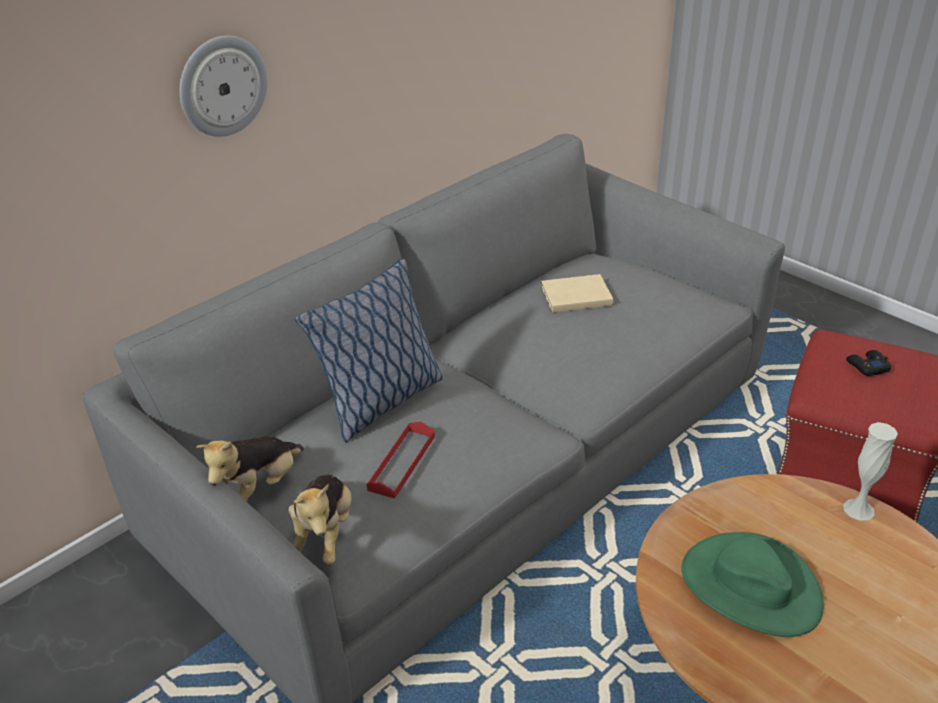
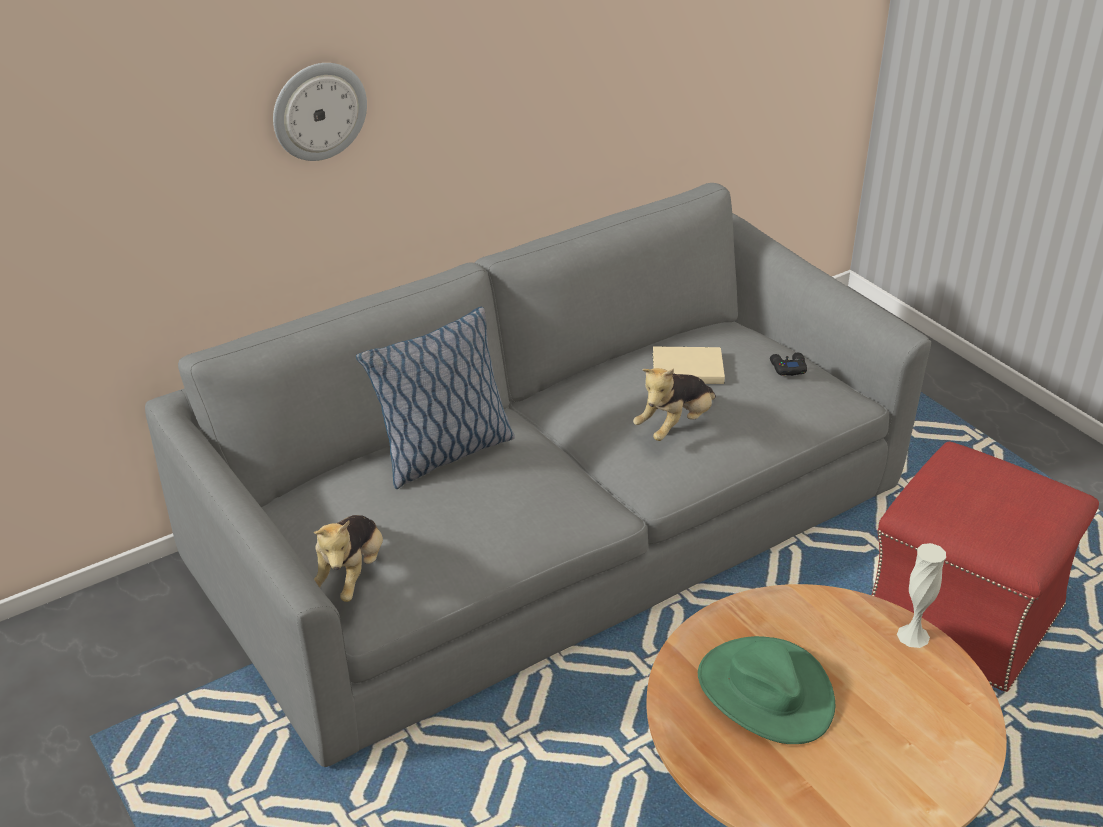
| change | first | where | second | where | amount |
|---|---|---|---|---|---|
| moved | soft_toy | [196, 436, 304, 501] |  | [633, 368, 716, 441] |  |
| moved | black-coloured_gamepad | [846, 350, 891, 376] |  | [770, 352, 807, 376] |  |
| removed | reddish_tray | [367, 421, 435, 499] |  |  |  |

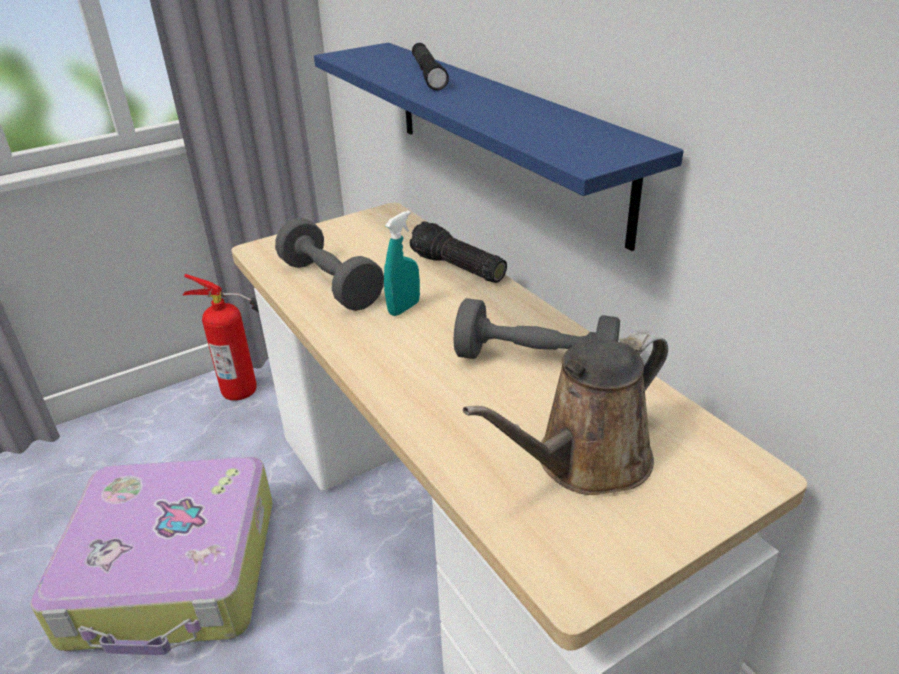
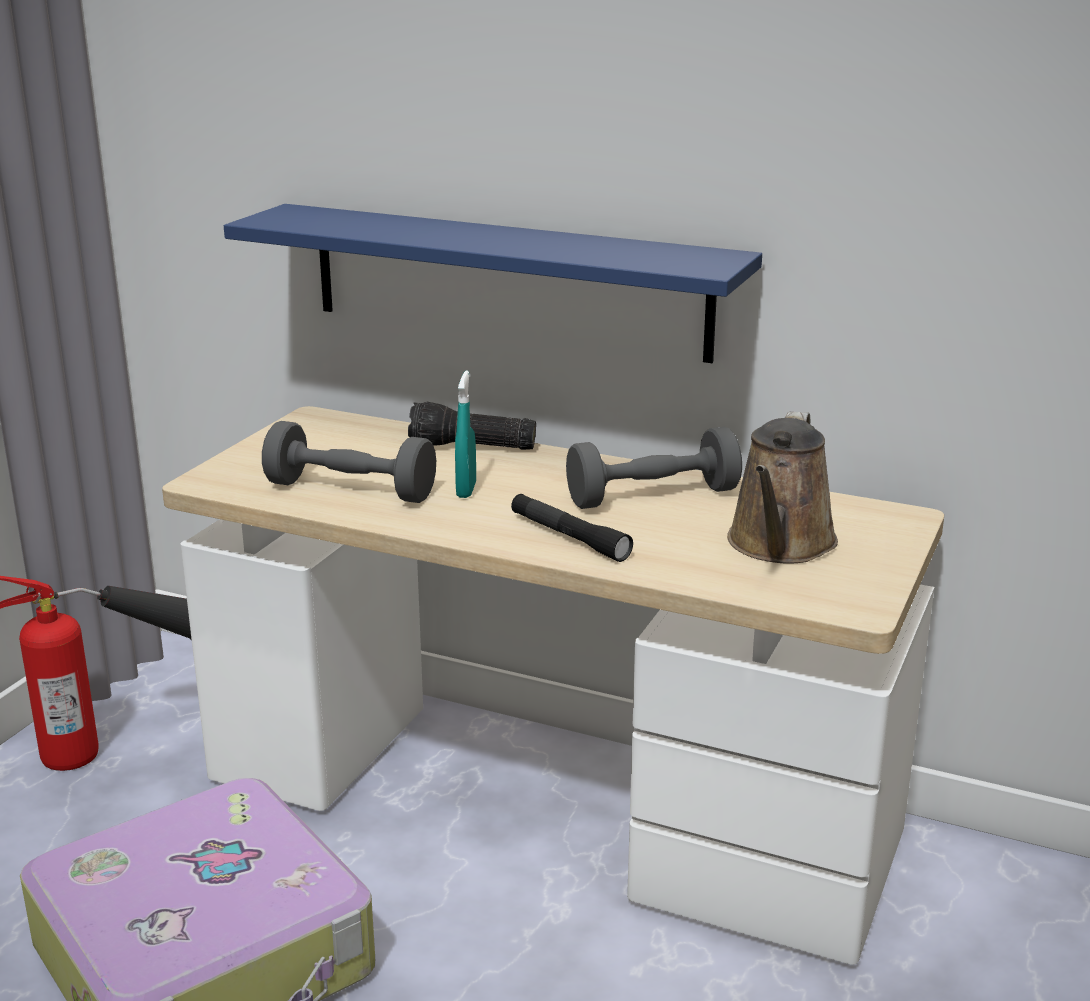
| change | first | where | second | where | amount |
|---|---|---|---|---|---|
| moved | black-coloured_flashlight | [412, 43, 449, 90] |  | [511, 494, 633, 562] |  |

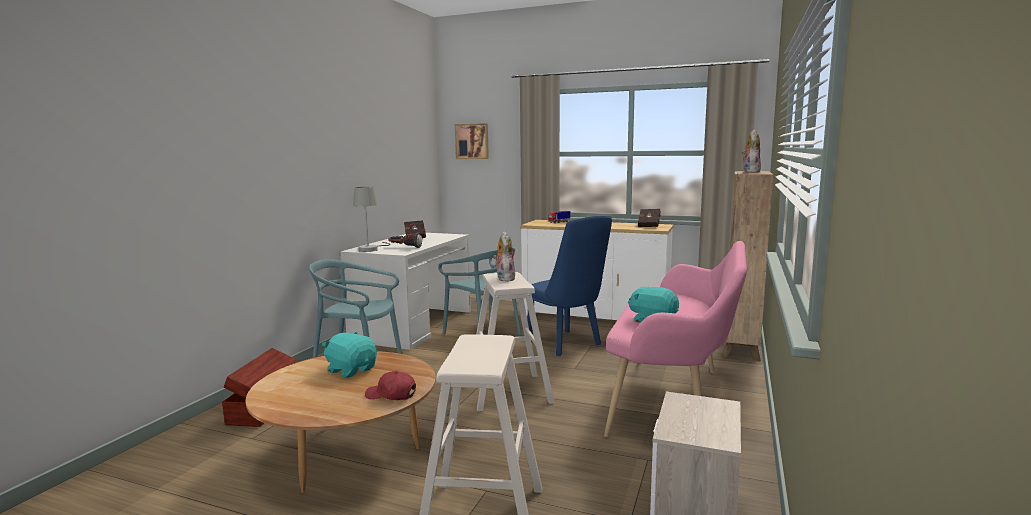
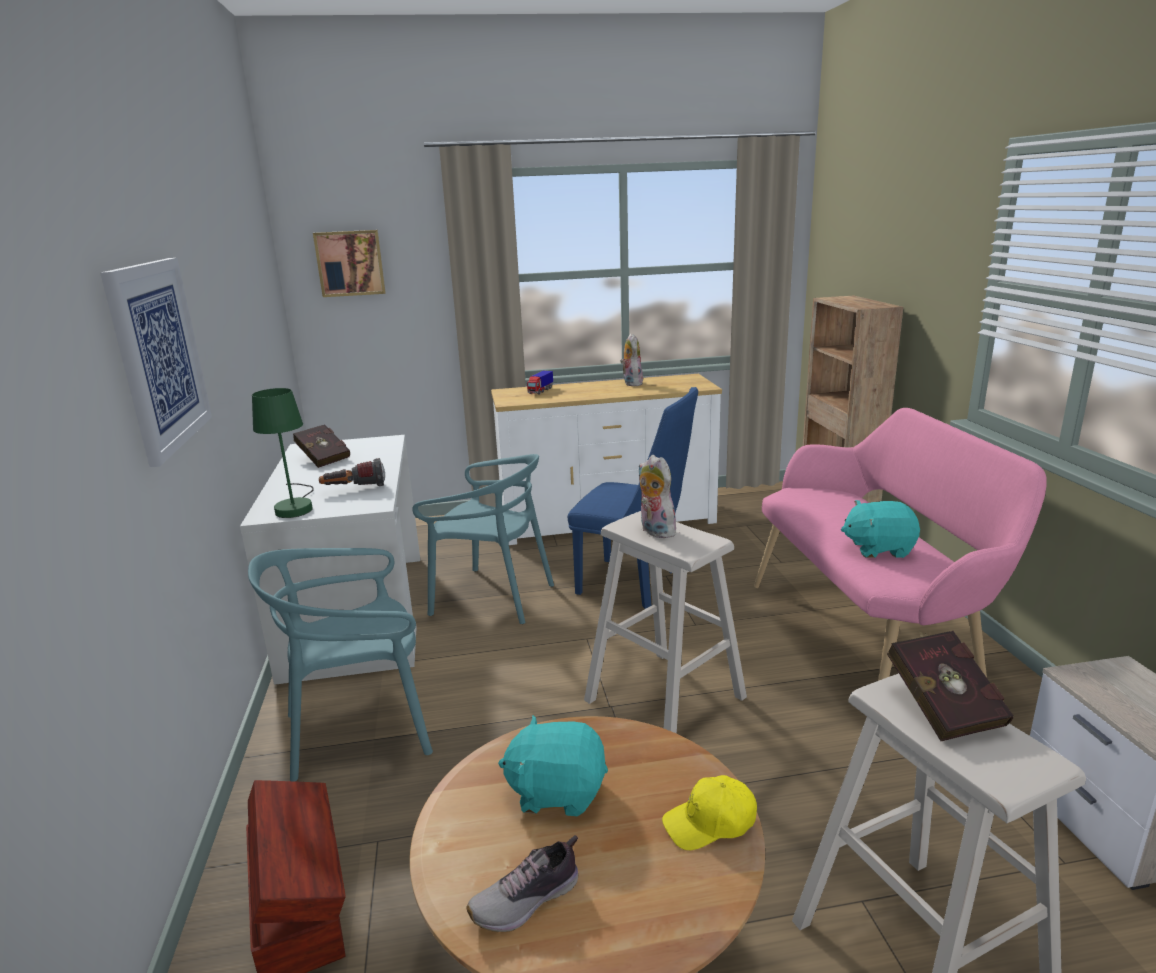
| change | first | where | second | where | amount |
|---|---|---|---|---|---|
| added |  |  | wall_picture | [100, 258, 212, 467] |  |
| recoloured | gray_table_lamp | [353, 187, 391, 252] | green_table_lamp | [252, 388, 314, 518] |  |
| added |  |  | shoe | [466, 835, 578, 932] |  |
| moved | soft_toy | [742, 130, 761, 172] |  | [620, 333, 643, 386] |  |
| recoloured | reddish_baseball_cap | [365, 371, 416, 400] | yellowish_baseball_cap | [662, 775, 757, 850] |  |
| moved | reddish_book | [638, 209, 660, 227] |  | [887, 630, 1014, 741] |  |

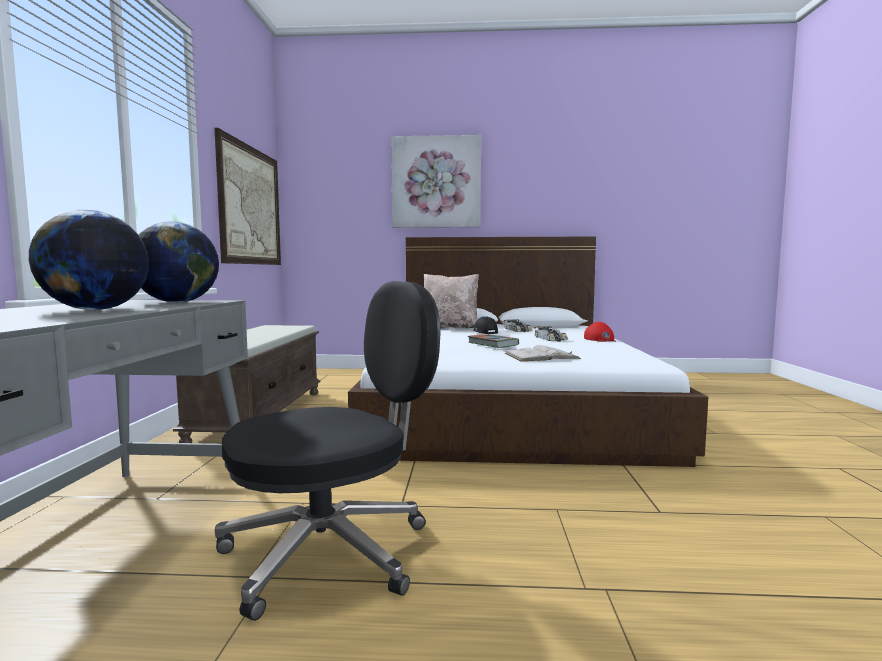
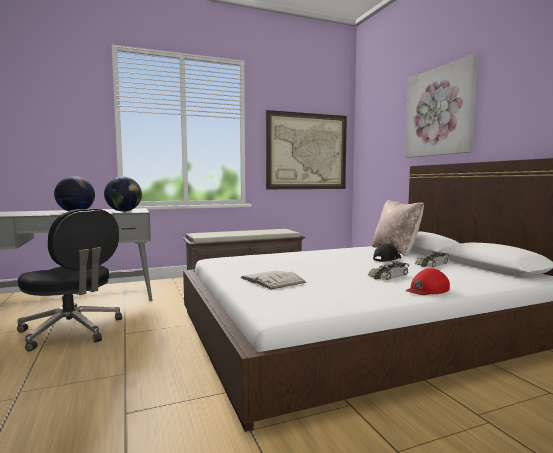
| change | first | where | second | where | amount |
|---|---|---|---|---|---|
| removed | book | [468, 334, 519, 348] |  |  |  |

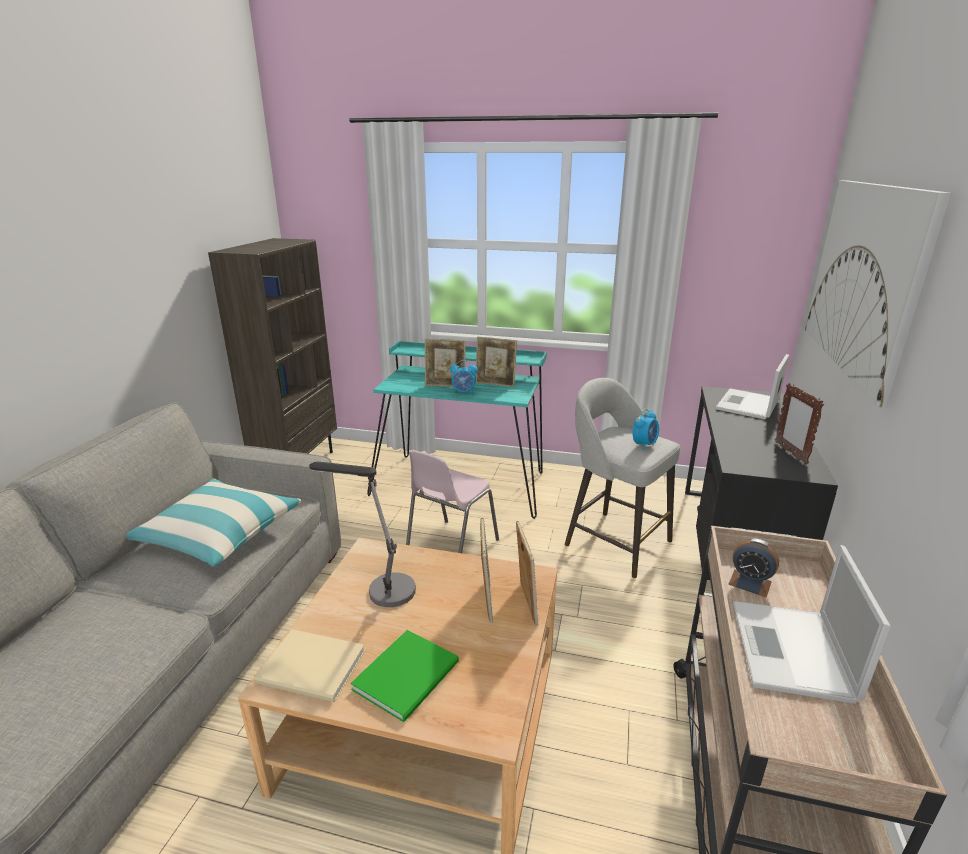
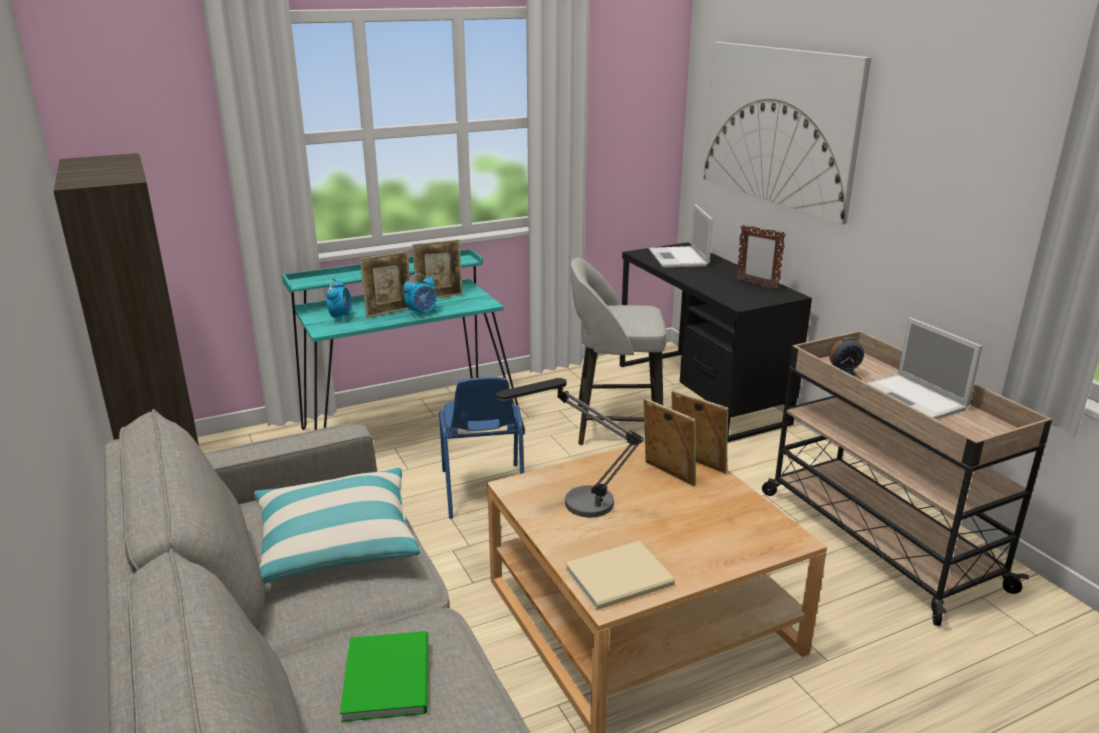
| change | first | where | second | where | amount |
|---|---|---|---|---|---|
| moved | alarm_clock | [633, 409, 659, 450] |  | [326, 278, 352, 322] |  |
| moved | green_book | [351, 630, 459, 722] |  | [340, 631, 428, 722] |  |
| recoloured | pink_chair | [406, 450, 499, 553] | blue_chair | [439, 377, 524, 519] |  |

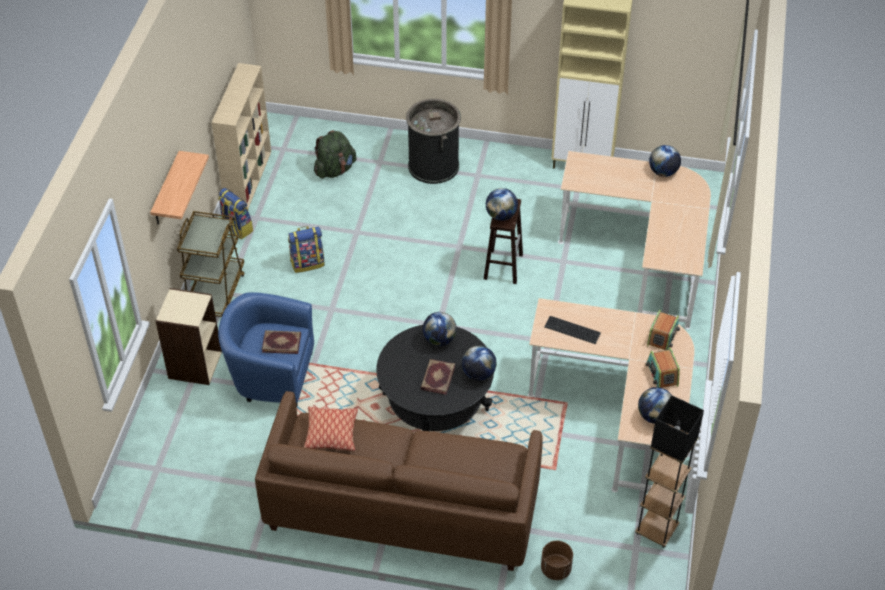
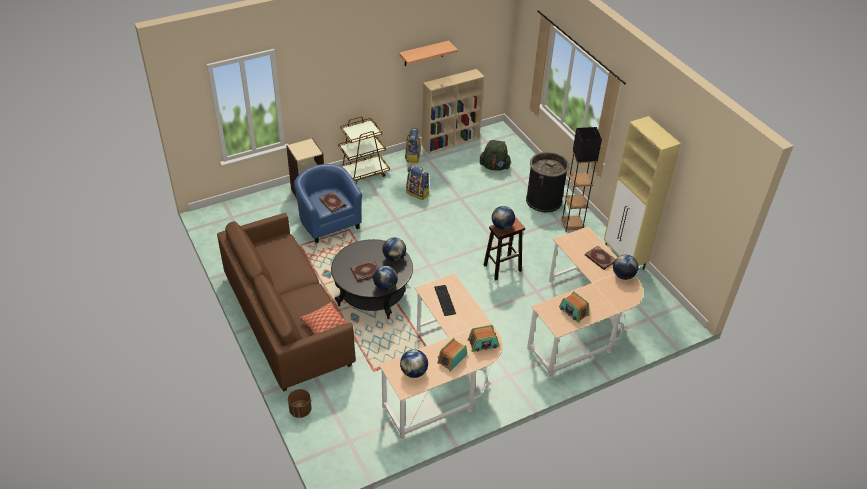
| change | first | where | second | where | amount |
|---|---|---|---|---|---|
| moved | pillow | [304, 407, 358, 451] |  | [300, 302, 349, 335] |  |
| moved | shelf | [150, 151, 209, 224] |  | [399, 40, 458, 66] |  |
| added |  |  | radio_receiver | [559, 291, 589, 323] |  |
| moved | black-coloured_standard_lamp | [635, 395, 704, 548] |  | [561, 127, 602, 232] |  |
| added |  |  | book | [585, 246, 616, 270] |  |

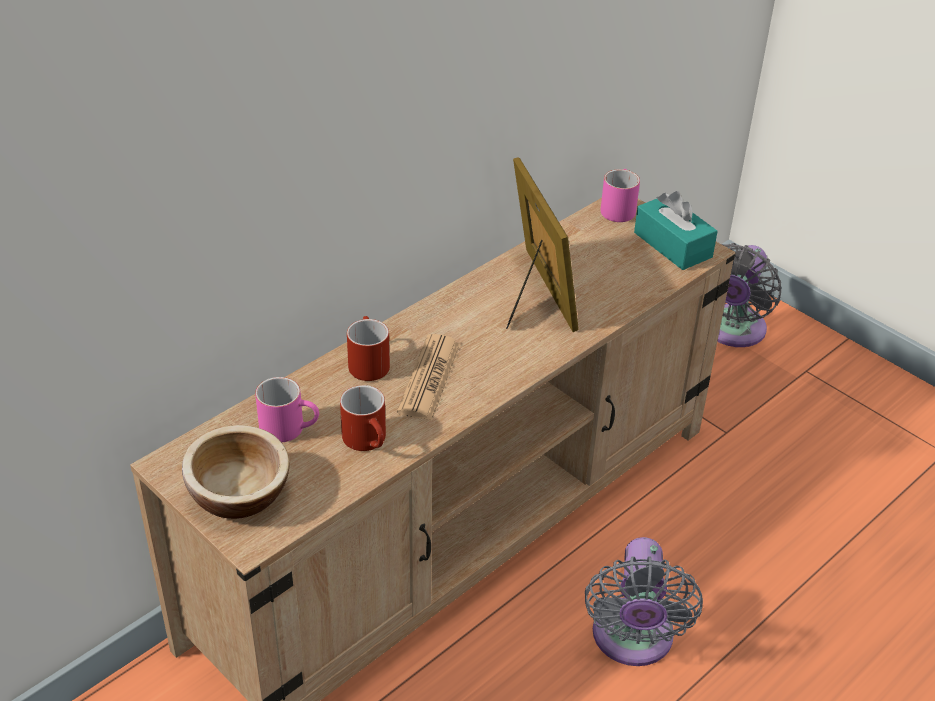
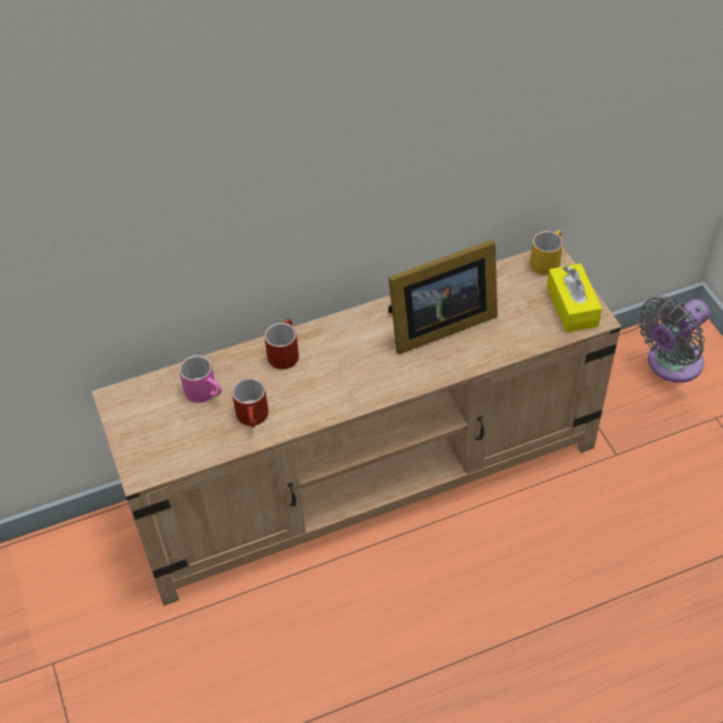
| change | first | where | second | where | amount |
|---|---|---|---|---|---|
| turned | standing_frame | [506, 157, 579, 332] |  | [388, 239, 498, 355] | 60 degrees clockwise |
| recoloured | pink_mug | [601, 169, 640, 222] | yellowish_mug | [530, 230, 563, 275] |  |
| recoloured | turquoise_tissue_box | [634, 191, 718, 270] | yellowish_tissue_box | [547, 263, 602, 333] |  |
| removed | serving_bowl | [182, 425, 289, 519] |  |  |  |
| removed | newspaper | [397, 334, 460, 420] |  |  |  |
| removed | gray_fan | [585, 537, 703, 666] |  |  |  |

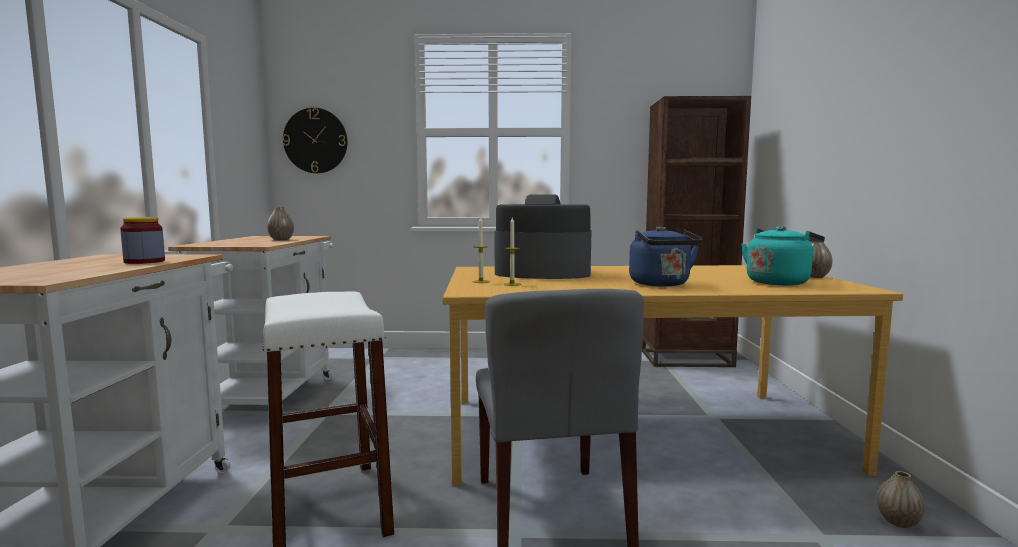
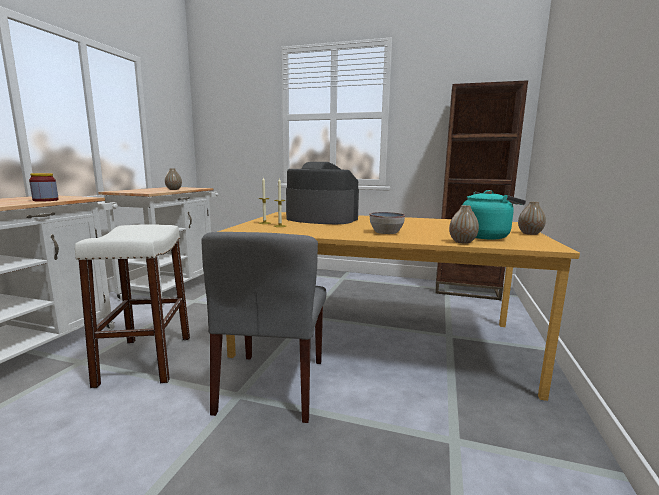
| change | first | where | second | where | amount |
|---|---|---|---|---|---|
| replaced | blue_tea_kettle | [629, 226, 703, 287] | serving_bowl | [369, 212, 405, 234] |  |
| moved | vase | [877, 471, 925, 528] |  | [449, 205, 479, 244] |  |
| removed | hanging_clock | [282, 108, 347, 173] |  |  |  |

